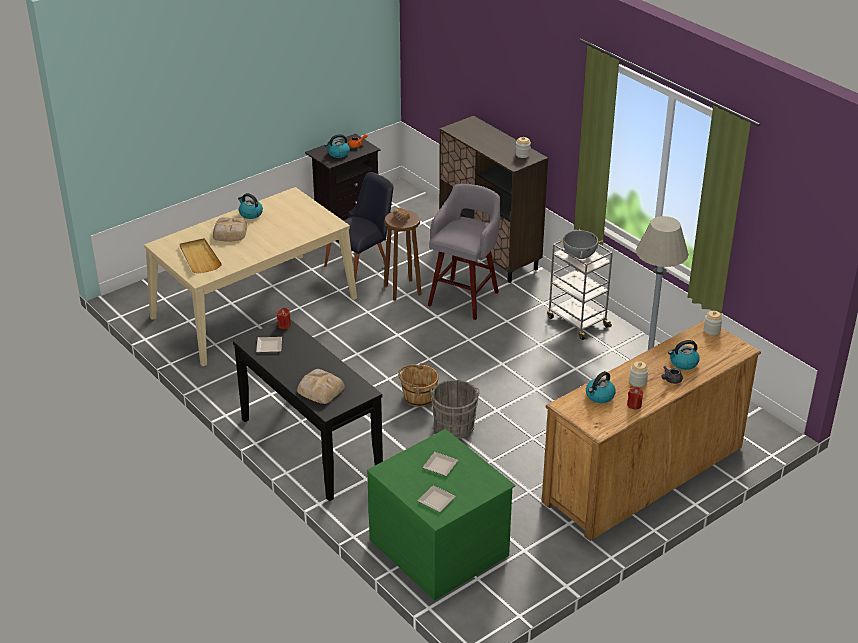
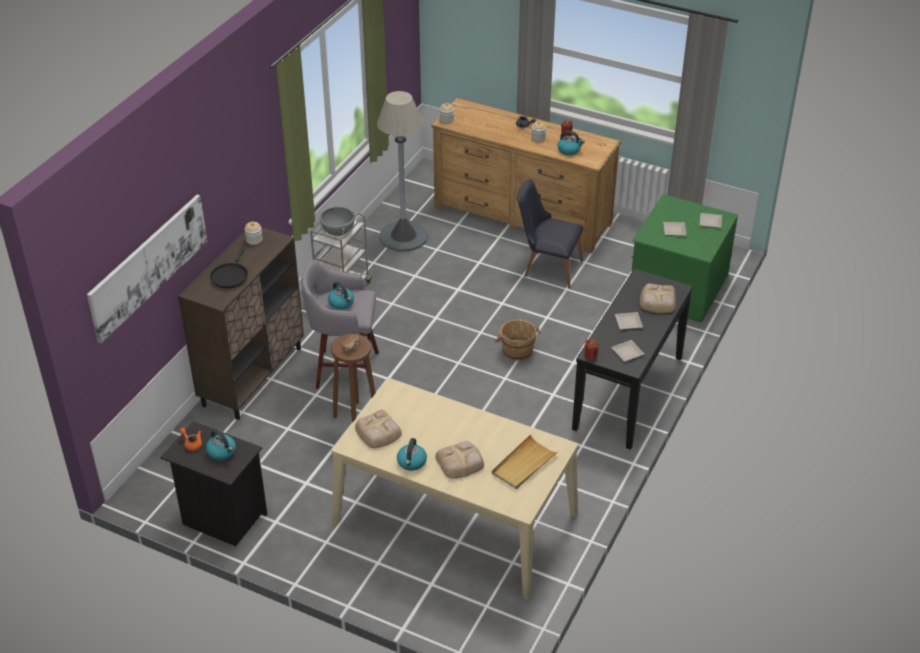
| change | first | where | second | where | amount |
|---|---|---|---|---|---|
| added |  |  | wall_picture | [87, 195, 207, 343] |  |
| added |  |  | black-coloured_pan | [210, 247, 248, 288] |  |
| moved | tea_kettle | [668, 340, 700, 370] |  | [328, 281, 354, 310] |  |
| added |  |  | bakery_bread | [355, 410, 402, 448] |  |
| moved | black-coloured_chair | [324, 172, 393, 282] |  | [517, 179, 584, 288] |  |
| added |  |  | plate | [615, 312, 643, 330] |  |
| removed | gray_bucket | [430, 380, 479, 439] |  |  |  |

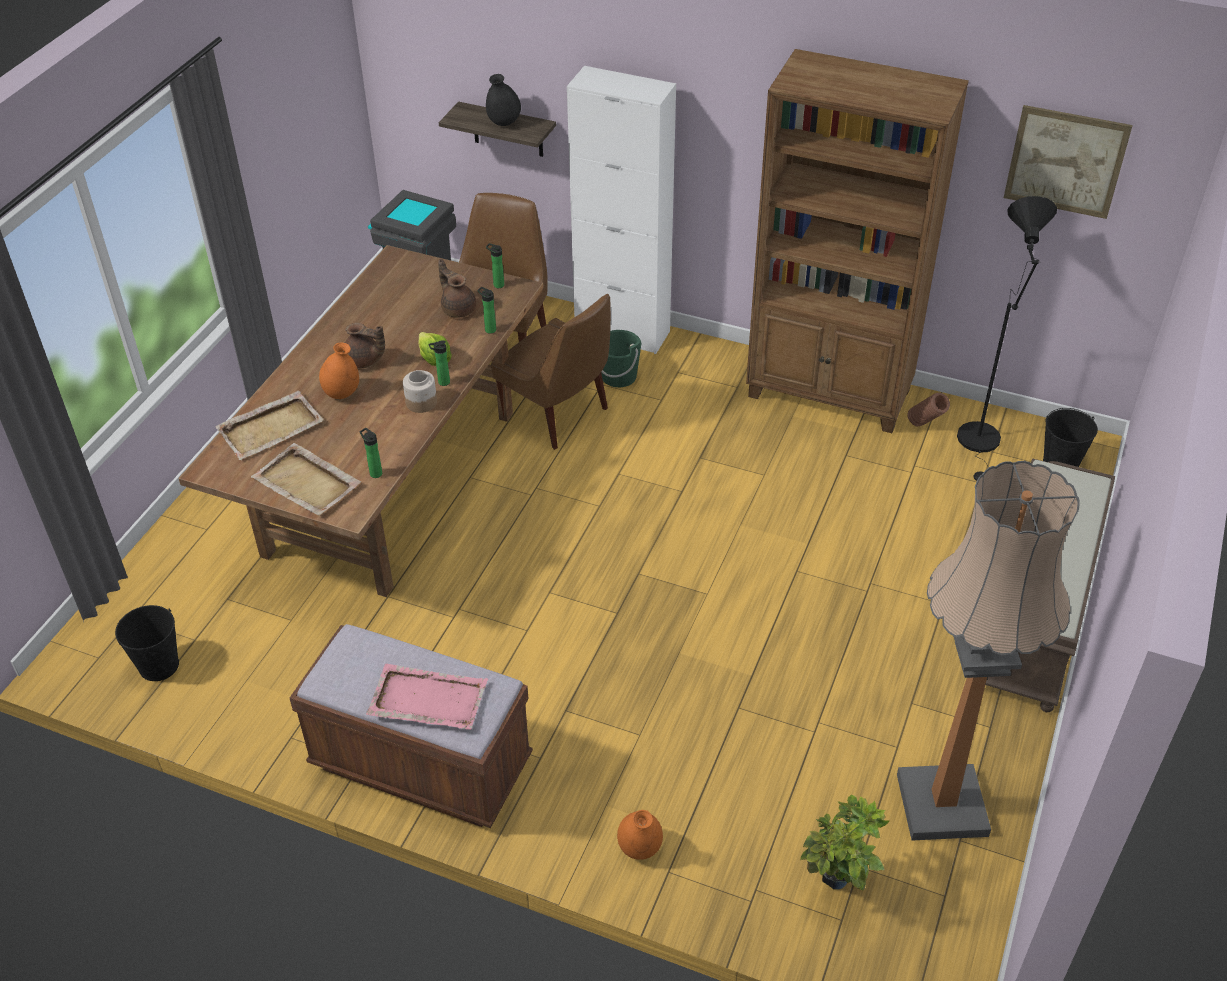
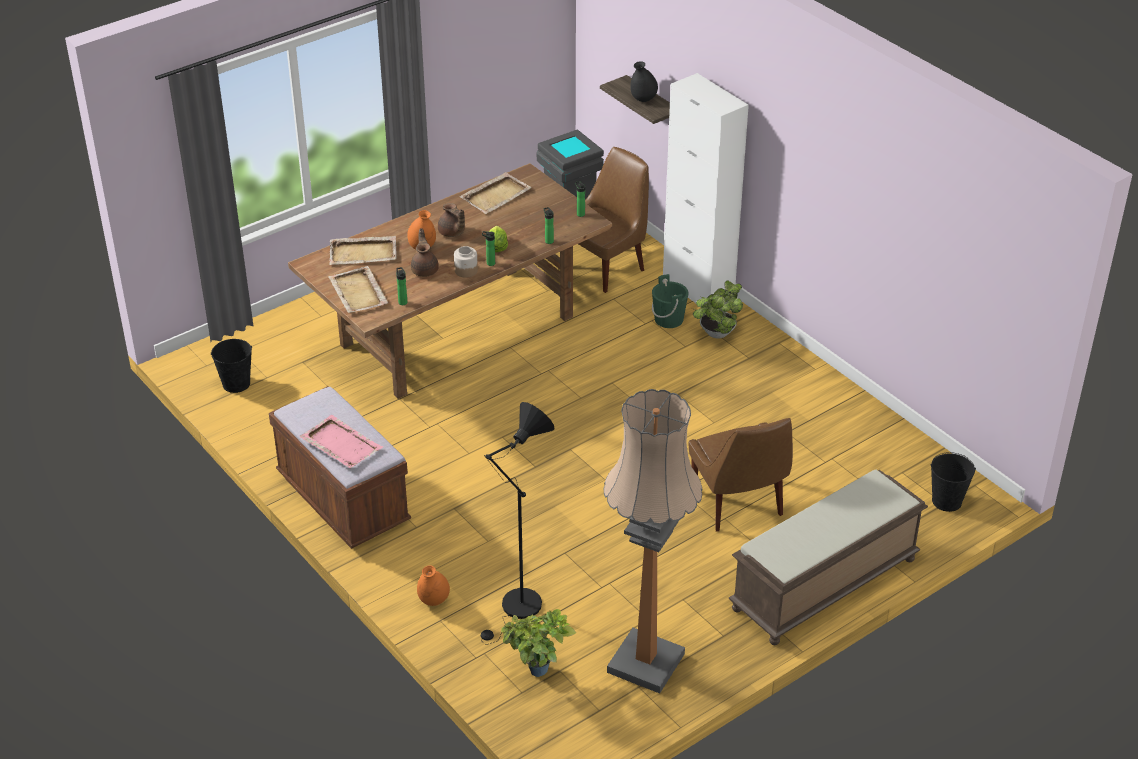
| change | first | where | second | where | amount |
|---|---|---|---|---|---|
| moved | brown_teapot | [438, 259, 476, 318] |  | [411, 228, 439, 277] |  |
| added |  |  | beige_tray | [460, 172, 532, 214] |  |
| moved | black-coloured_standard_lamp | [957, 196, 1057, 481] |  | [481, 402, 555, 645] |  |
| moved | brown_chair | [491, 294, 611, 450] |  | [689, 418, 793, 532] |  |
| added |  |  | houseplant | [693, 280, 743, 339] |  |
| removed | brown_shelving_unit | [746, 49, 969, 433] |  |  |  |
| removed | brown_vase | [907, 393, 950, 426] |  |  |  |
| removed | wall_picture | [1004, 105, 1133, 219] |  |  |  |

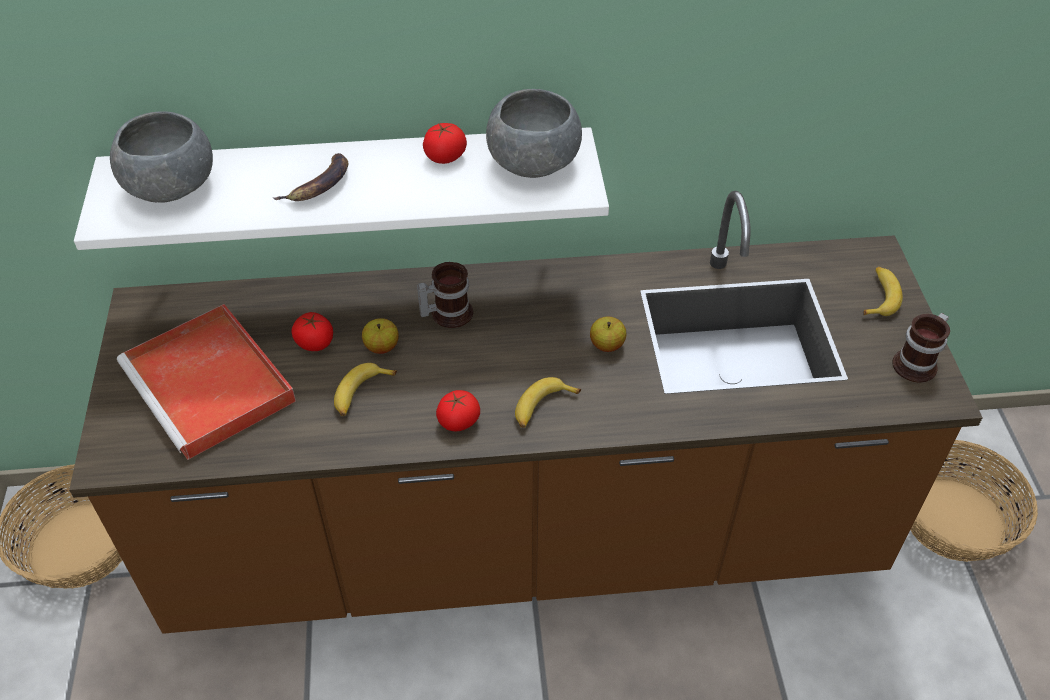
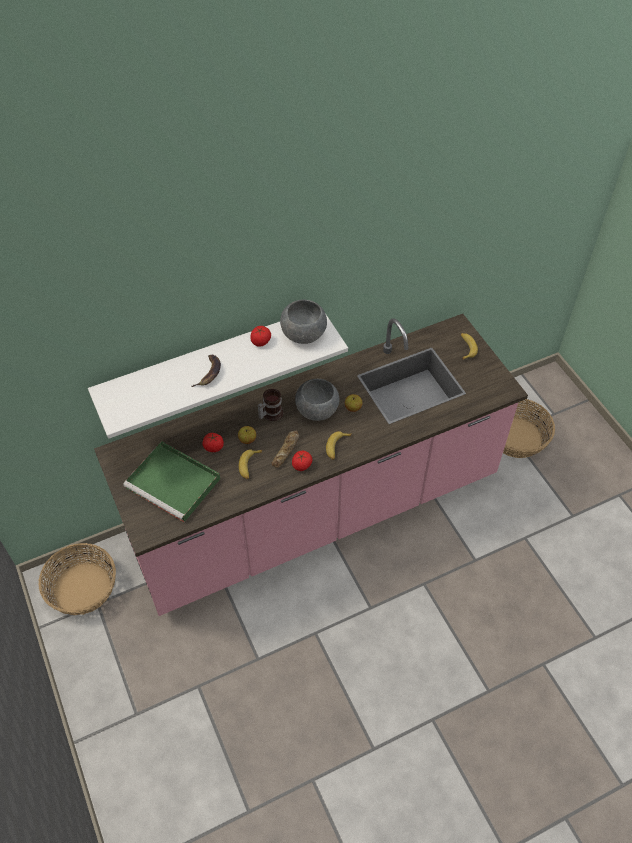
| change | first | where | second | where | amount |
|---|---|---|---|---|---|
| recoloured | brown_counter | [69, 191, 983, 634] | pink_counter | [94, 314, 528, 616] |  |
| recoloured | reddish_tray | [117, 304, 296, 460] | green_tray | [123, 441, 220, 522] |  |
| added |  |  | bakery_bread | [272, 431, 299, 468] |  |
| moved | gray_serving_bowl | [110, 111, 213, 203] |  | [295, 379, 340, 421] |  |
| removed | mug | [892, 313, 950, 383] |  |  |  |

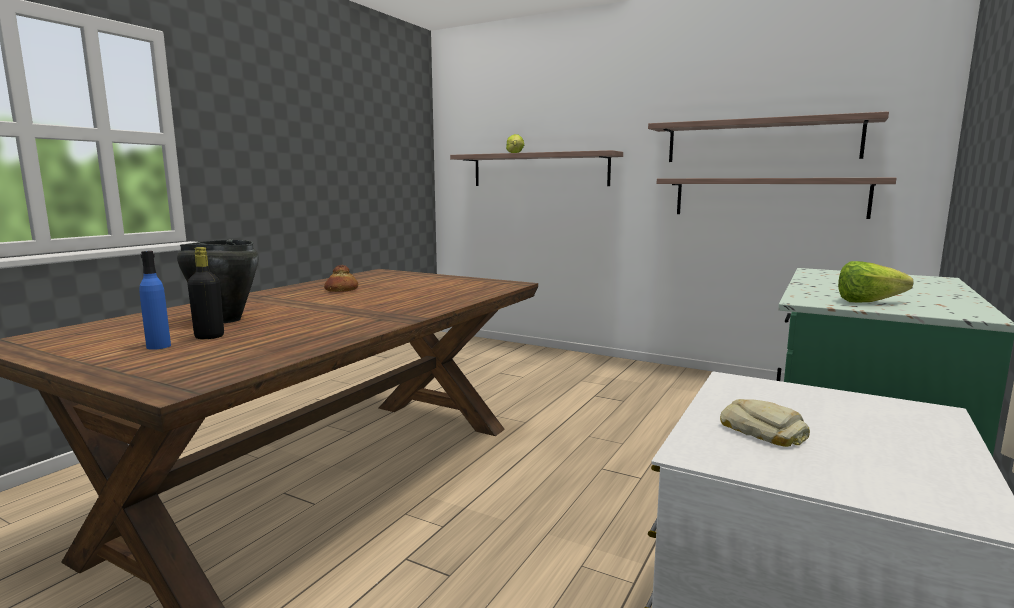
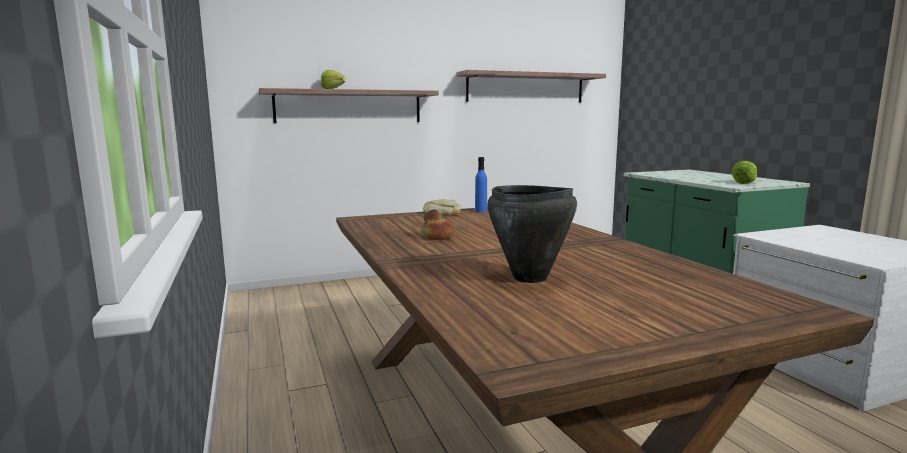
| change | first | where | second | where | amount |
|---|---|---|---|---|---|
| moved | bakery_bread | [720, 399, 810, 447] |  | [423, 199, 461, 215] |  |
| moved | blue_drink_bottle | [139, 251, 171, 350] |  | [475, 157, 487, 213] |  |
| removed | black-coloured_drink_bottle | [188, 247, 224, 339] |  |  |  |
| removed | shelf | [656, 178, 897, 219] |  |  |  |

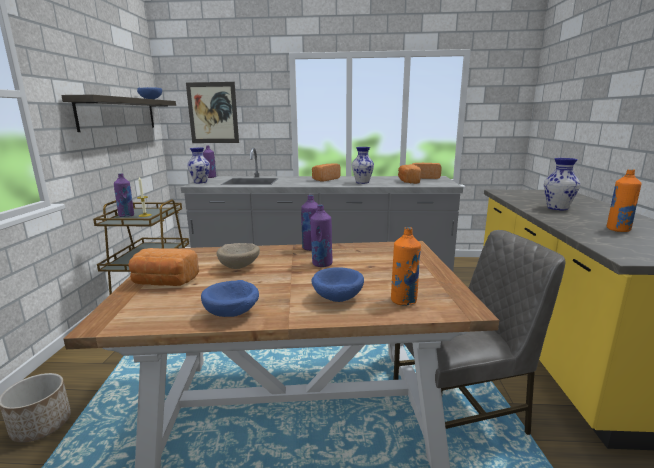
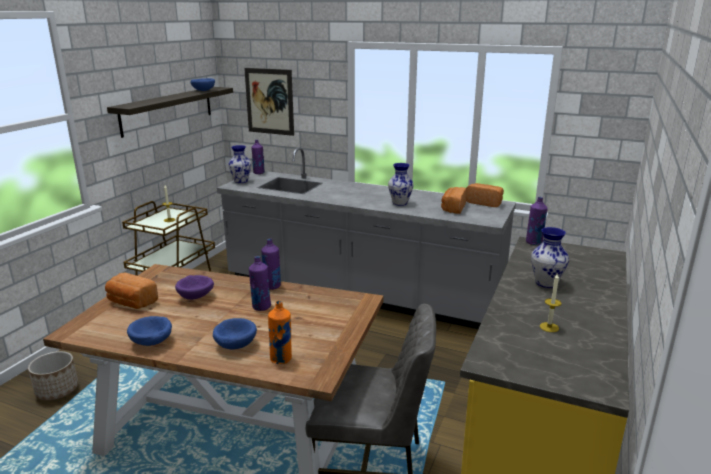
| change | first | where | second | where | amount |
|---|---|---|---|---|---|
| recoloured | beige_serving_bowl | [217, 243, 260, 269] | purplish_serving_bowl | [175, 275, 214, 300] |  |
| moved | purplish_drink_bottle | [114, 173, 134, 217] |  | [526, 197, 548, 245] |  |
| replaced | orange_drink_bottle | [607, 169, 642, 232] | wax_candle | [540, 274, 561, 332] |  |
| removed | bakery_bread | [312, 163, 341, 182] |  |  |  |

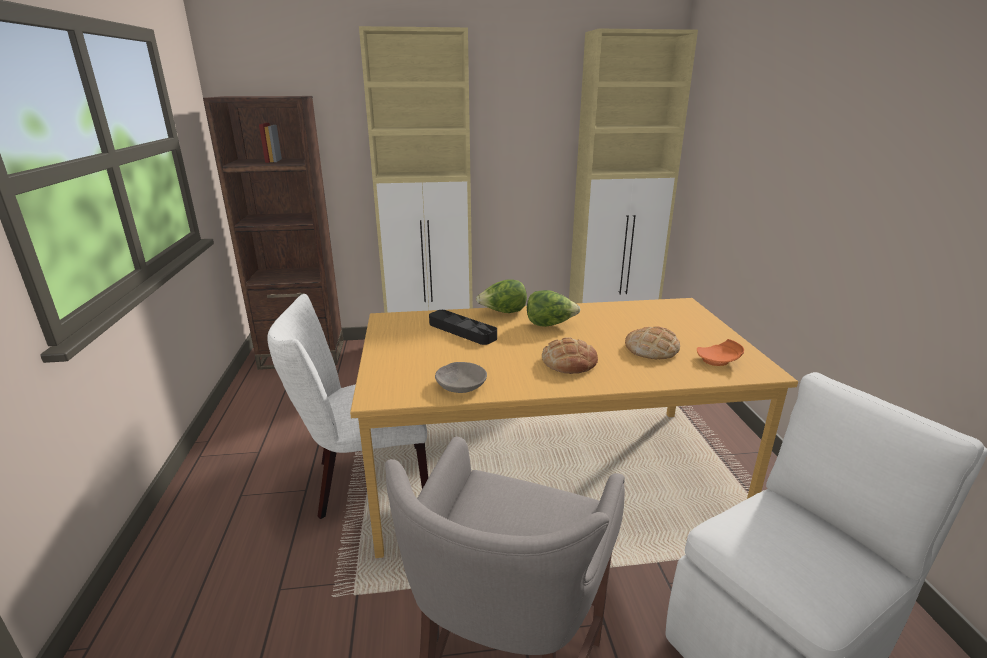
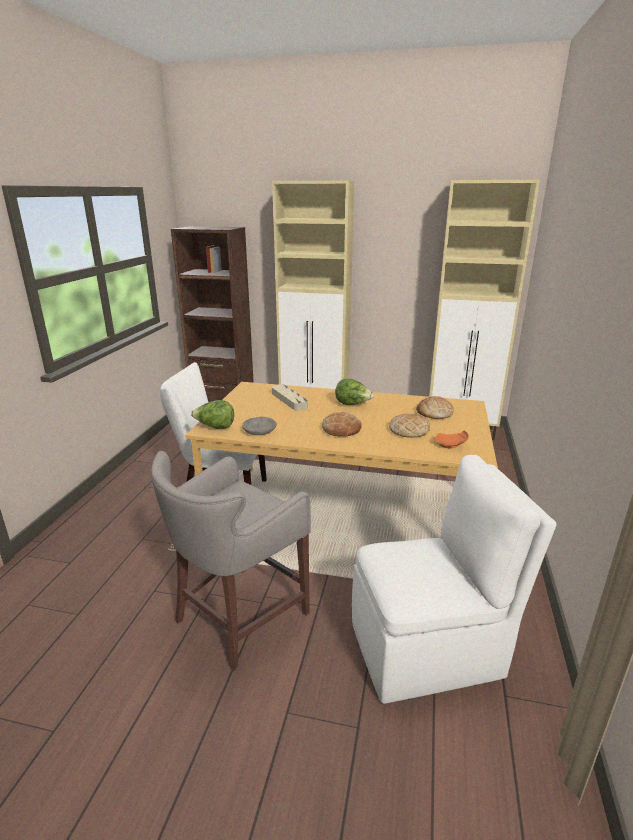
| change | first | where | second | where | amount |
|---|---|---|---|---|---|
| moved | lettuce | [476, 279, 527, 313] |  | [191, 400, 234, 429] |  |
| recoloured | black-coloured_tray | [429, 310, 497, 345] | beige_tray | [272, 384, 308, 411] |  |
| added |  |  | bakery_bread | [416, 396, 454, 419] |  |

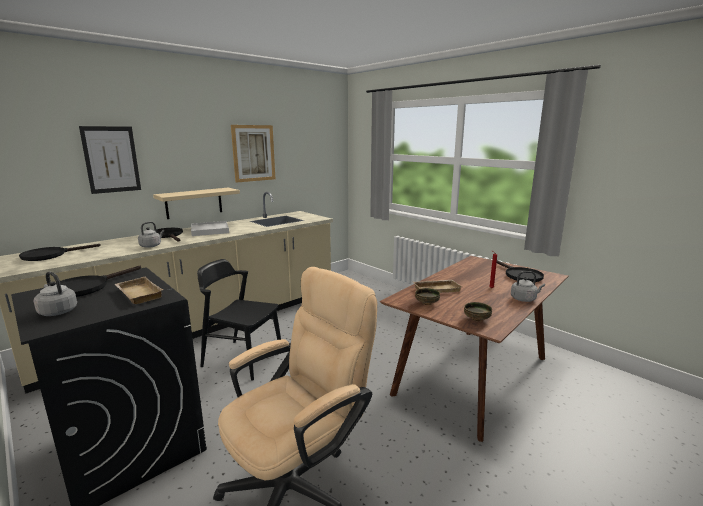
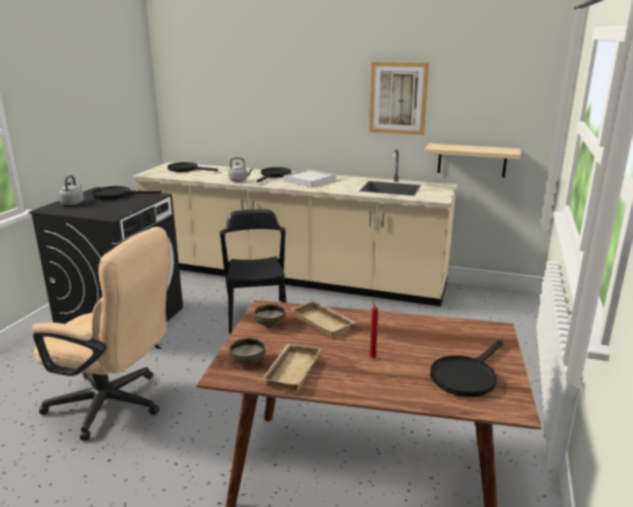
| change | first | where | second | where | amount |
|---|---|---|---|---|---|
| moved | beige_tray | [115, 276, 164, 304] |  | [262, 344, 321, 391] |  |
| moved | beige_shelf | [153, 188, 240, 219] |  | [424, 143, 521, 178] |  |
| removed | wall_picture | [79, 126, 141, 194] |  |  |  |
| removed | gray_tea_kettle | [511, 271, 545, 302] |  |  |  |

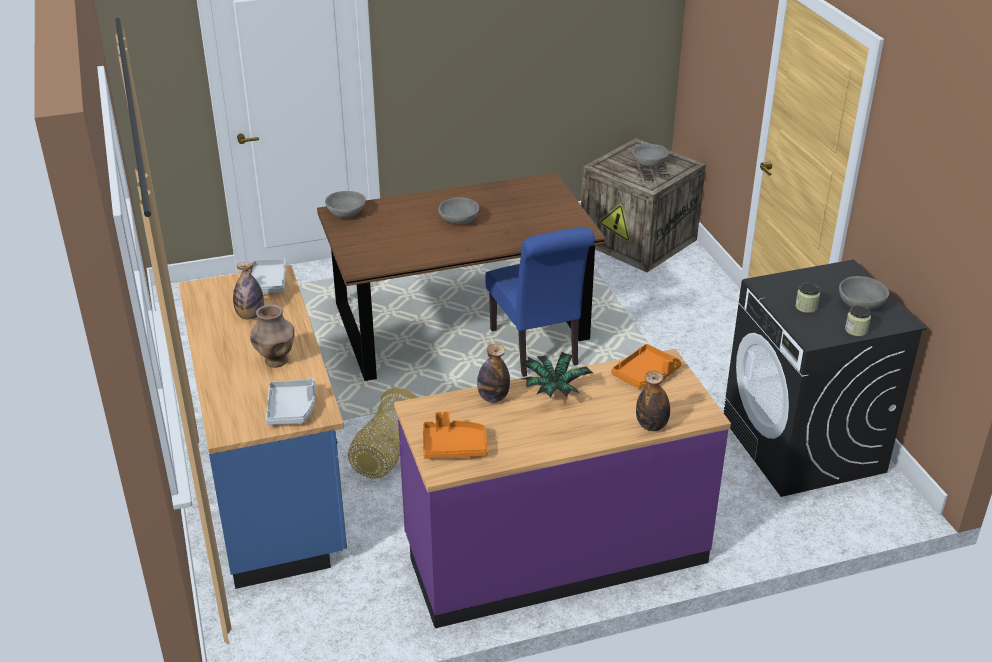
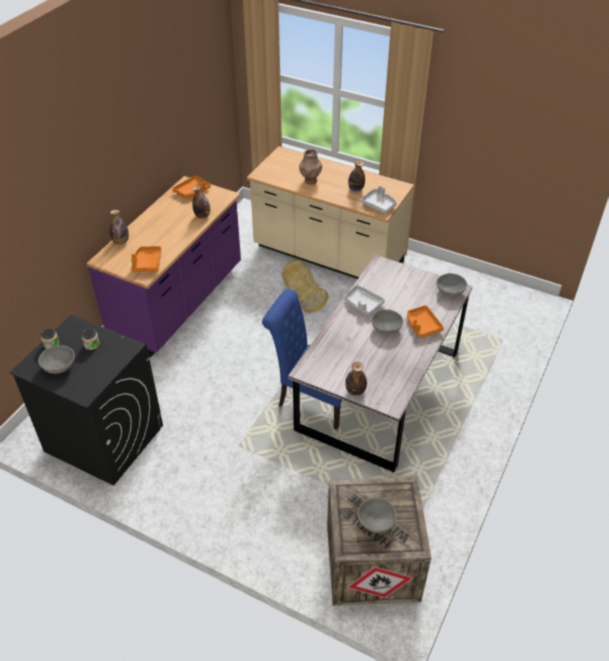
| change | first | where | second | where | amount |
|---|---|---|---|---|---|
| recoloured | blue_counter | [178, 265, 347, 589] | beige_counter | [247, 146, 414, 279] |  |
| recoloured | brown_dinner_table | [317, 173, 606, 381] | gray_dinner_table | [289, 255, 473, 472] |  |
| moved | gray_tray | [266, 378, 315, 425] |  | [345, 285, 385, 316] |  |
| added |  |  | drink_bottle | [345, 362, 367, 396] |  |
| added |  |  | orange_tray | [407, 305, 444, 338] |  |
| removed | houseplant | [522, 352, 593, 398] |  |  |  |

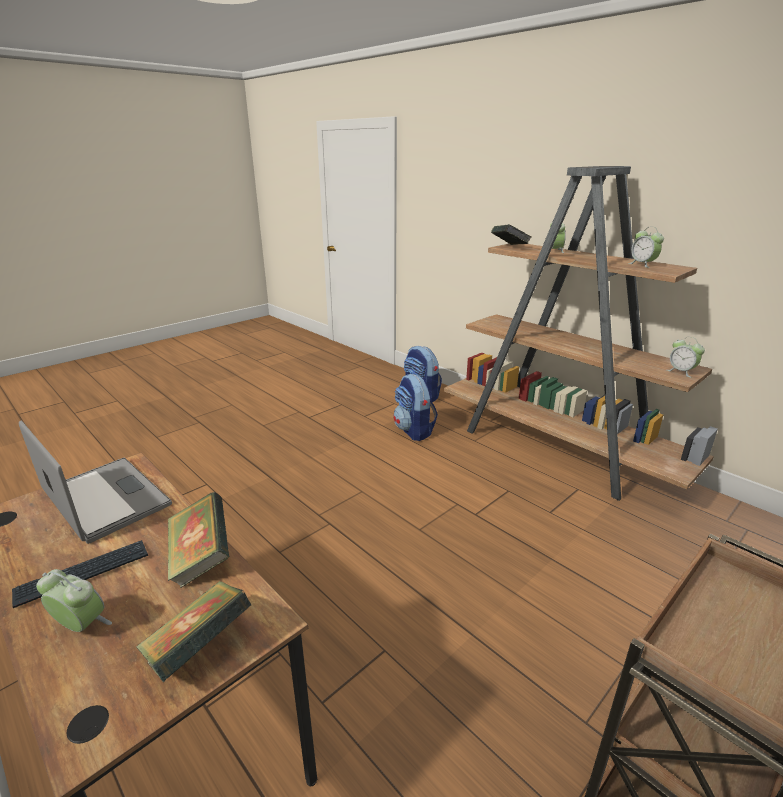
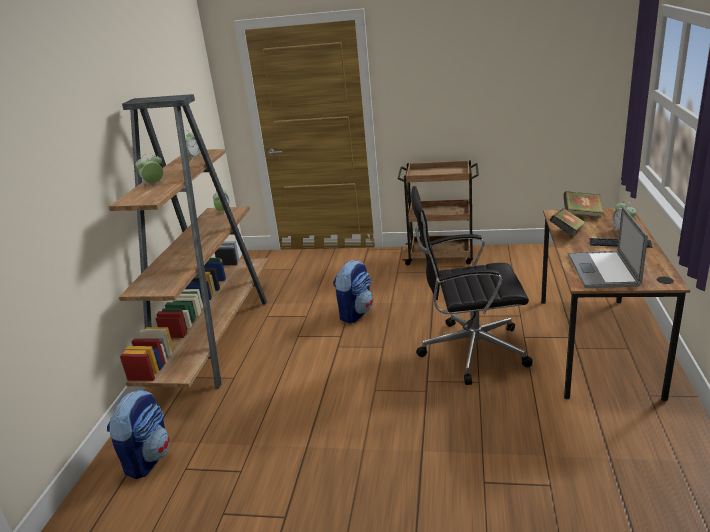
| change | first | where | second | where | amount |
|---|---|---|---|---|---|
| moved | backpack | [393, 374, 438, 441] |  | [333, 260, 373, 324] |  |
| added |  |  | black-coloured_computer_chair | [411, 186, 533, 385] |  |
| removed | book | [491, 224, 531, 245] |  |  |  |

